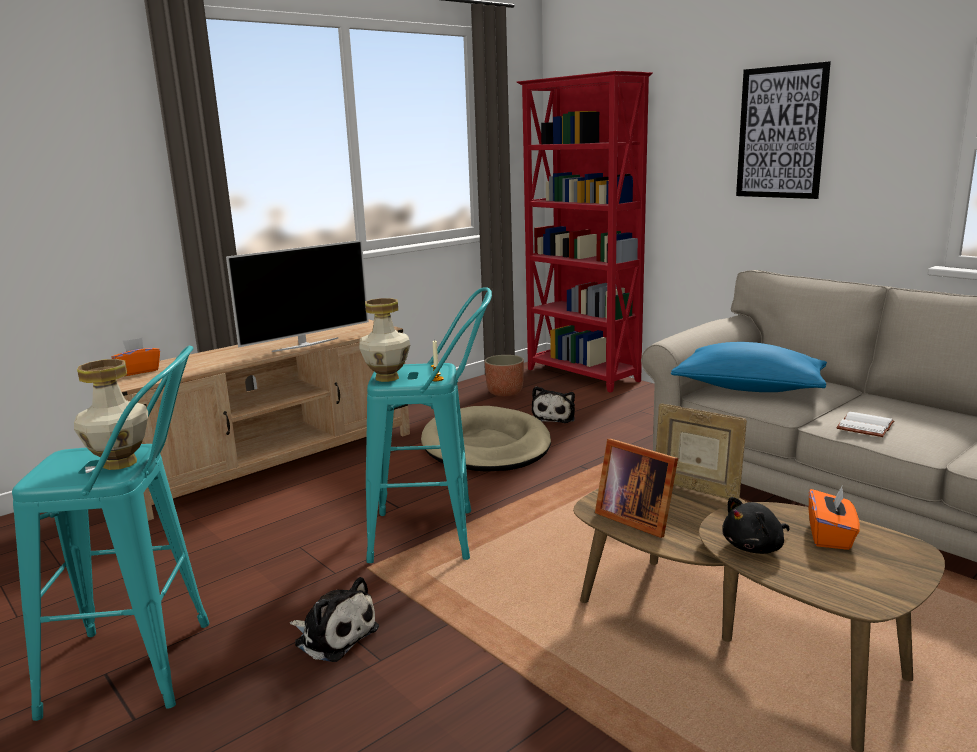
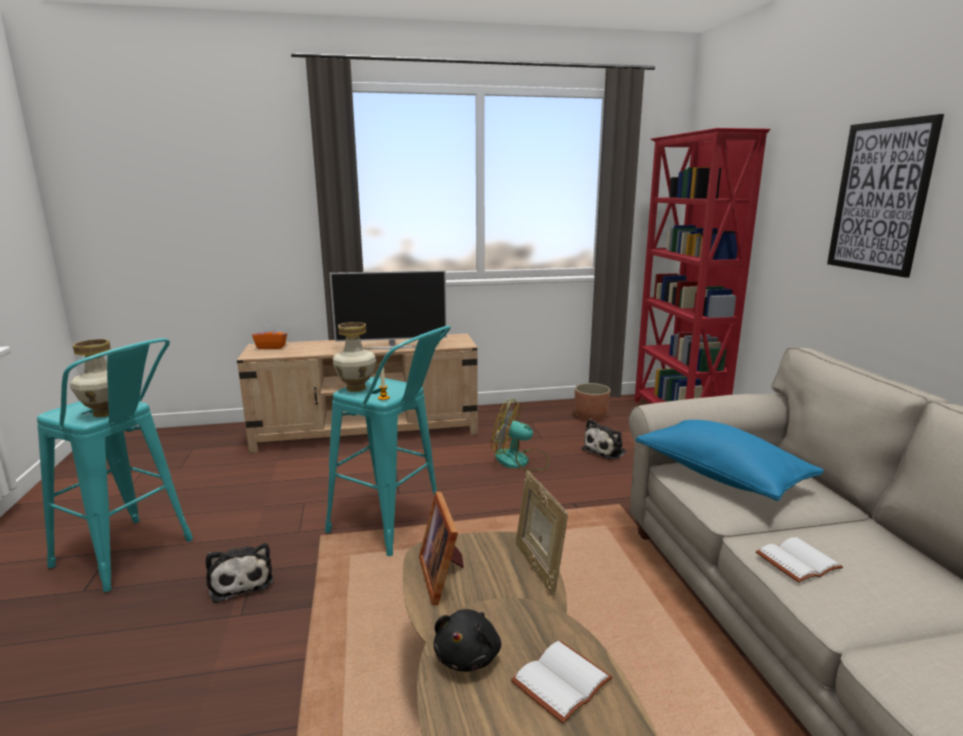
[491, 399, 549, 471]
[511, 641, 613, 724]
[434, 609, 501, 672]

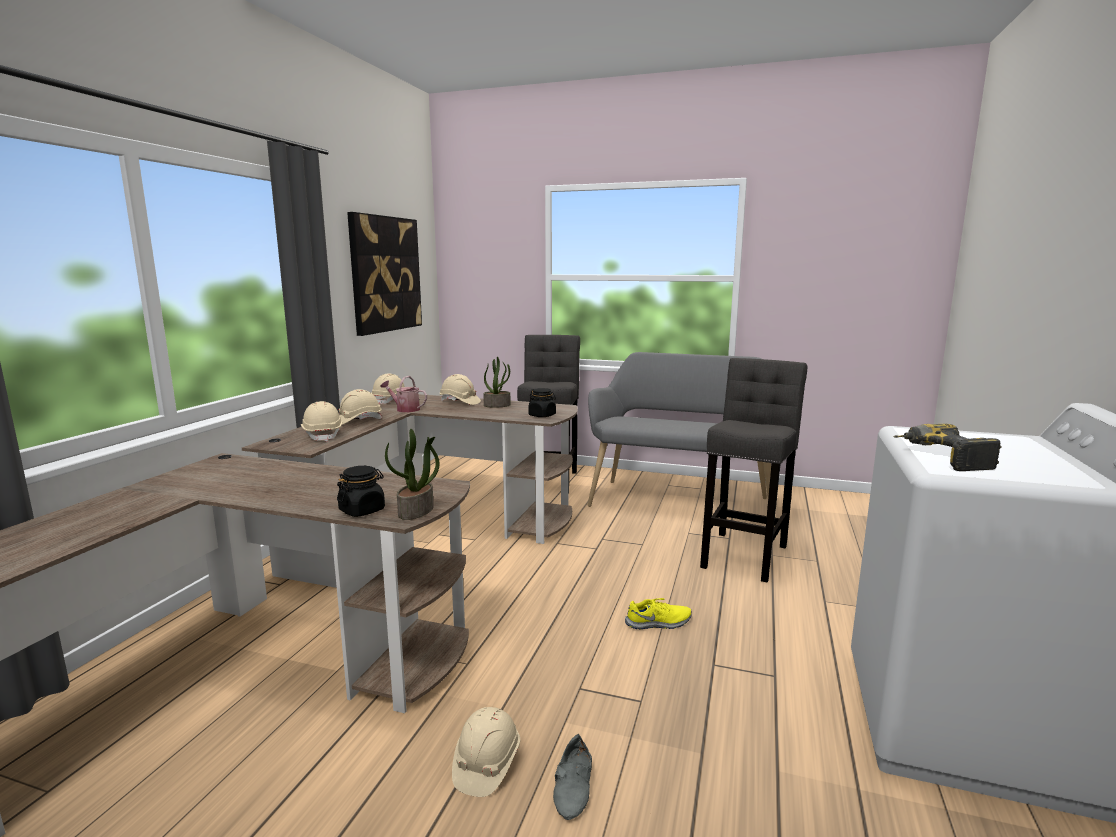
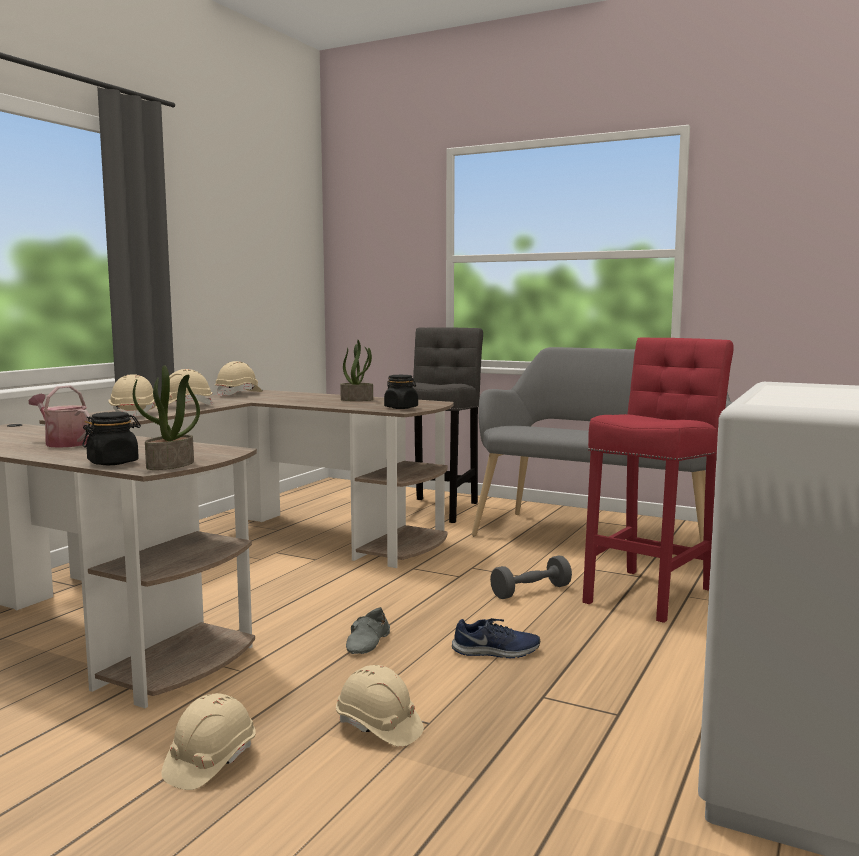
[347, 212, 422, 336] (first image)
[893, 424, 1002, 471] (first image)
[490, 556, 572, 599]
[28, 386, 91, 448]
[336, 665, 424, 747]
[346, 607, 390, 654]
[452, 618, 540, 658]
[582, 337, 734, 623]

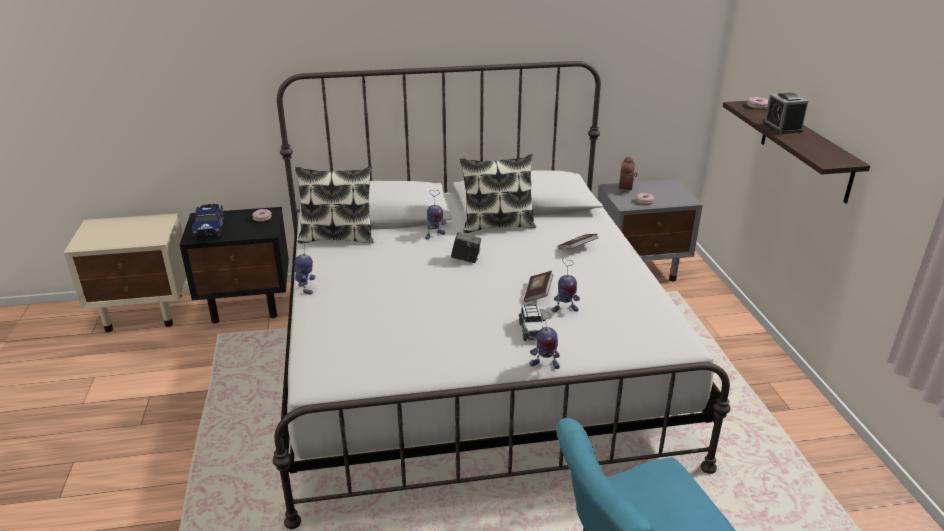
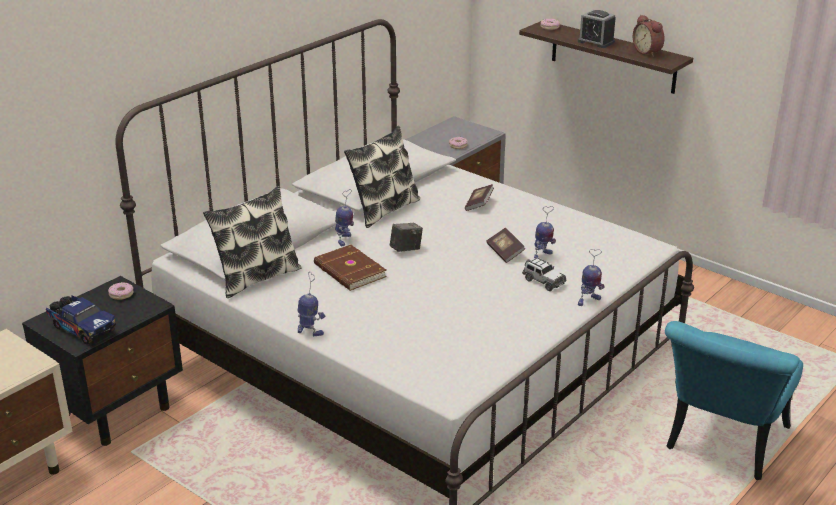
[314, 245, 386, 291]
[633, 15, 664, 57]

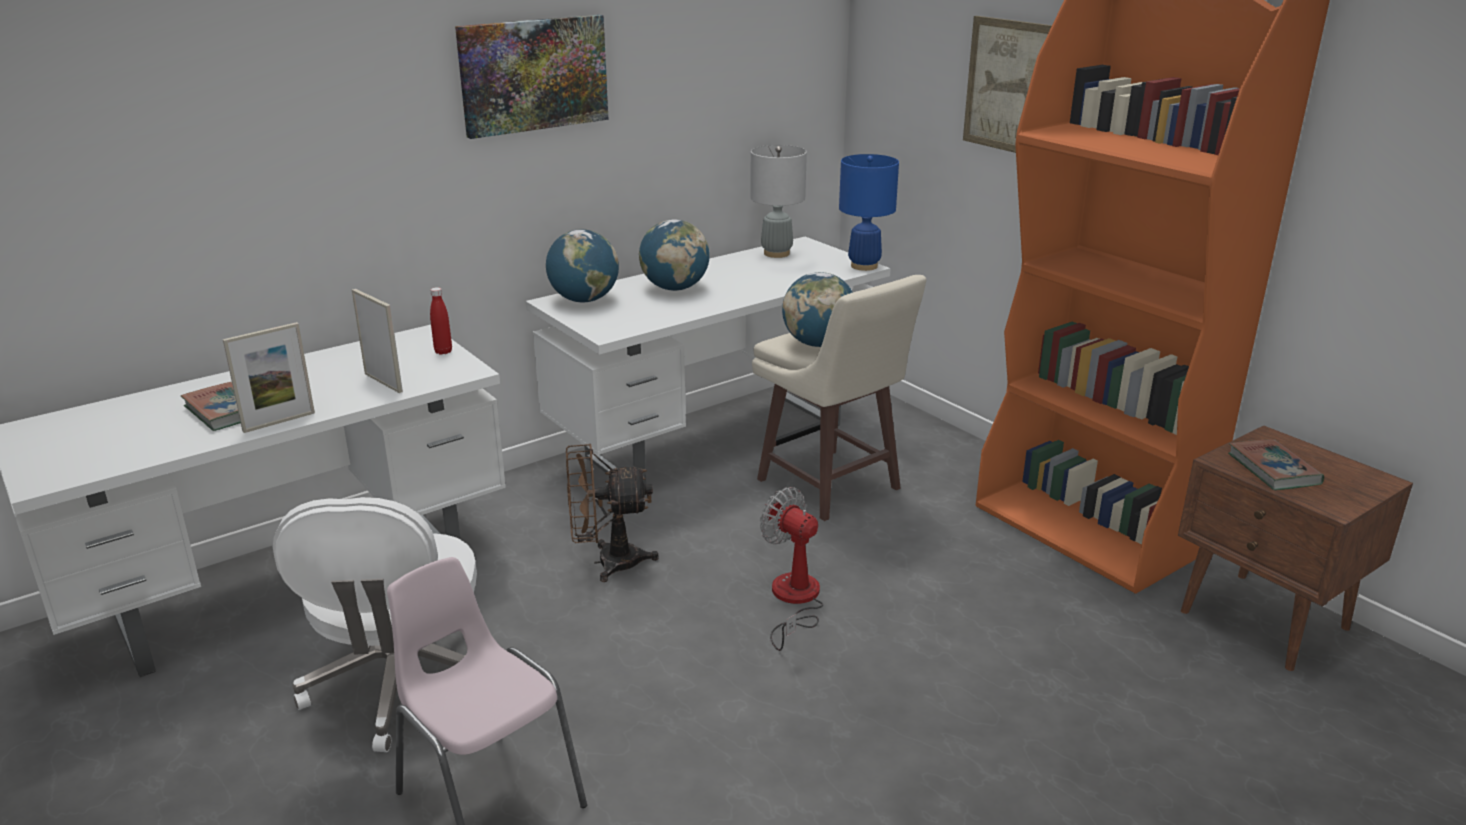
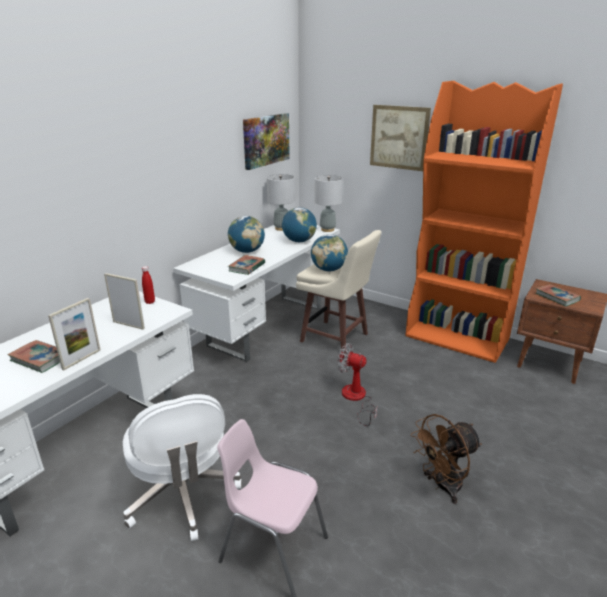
[228, 255, 265, 275]
[243, 113, 290, 170]
[282, 207, 317, 242]
[411, 414, 482, 504]
[314, 175, 343, 232]

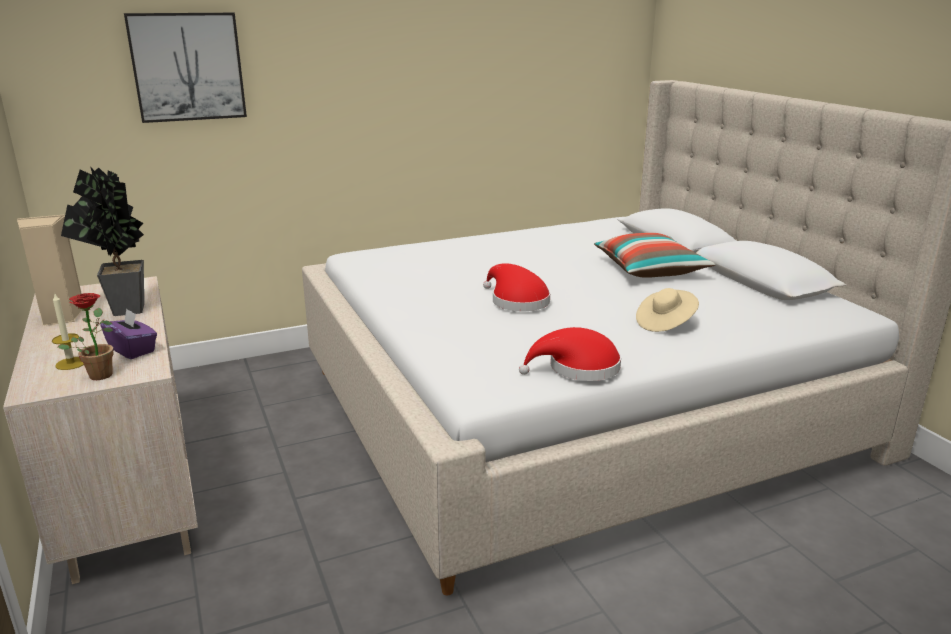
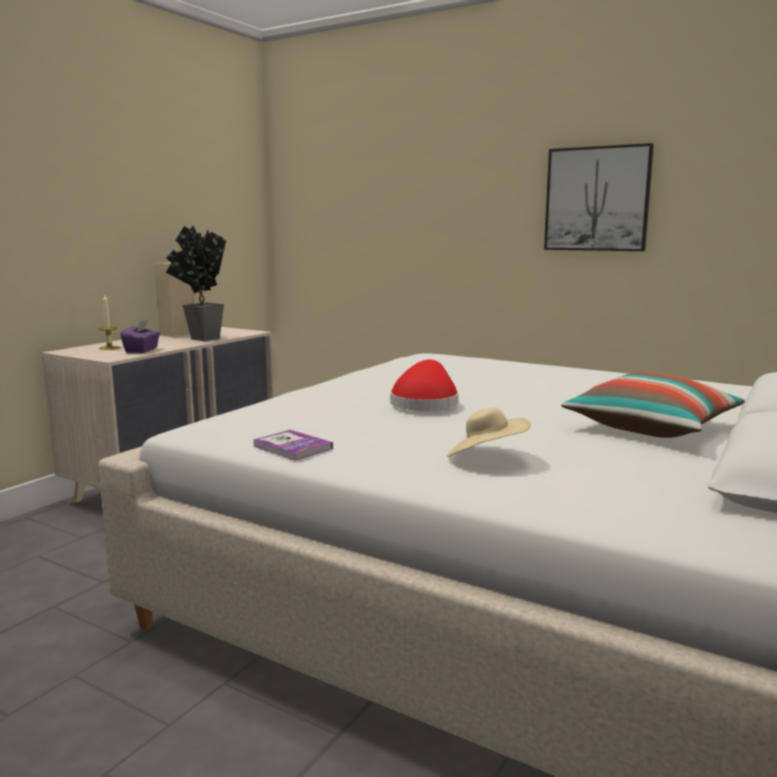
[58, 293, 113, 380] (first image)
[544, 143, 654, 251]
[253, 430, 333, 461]

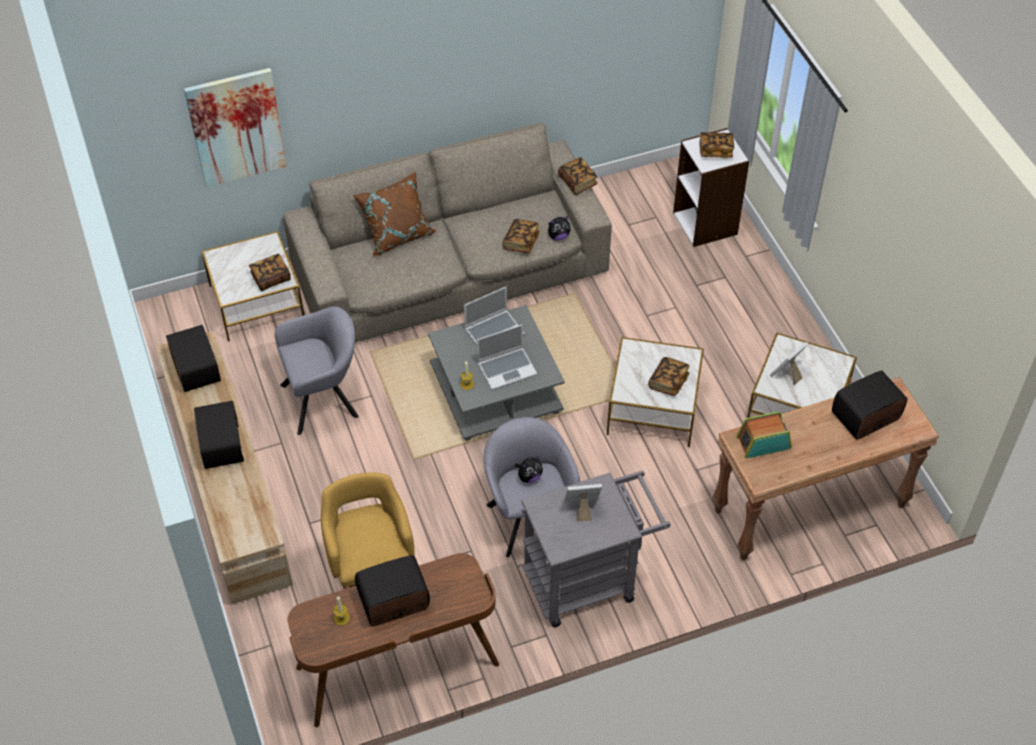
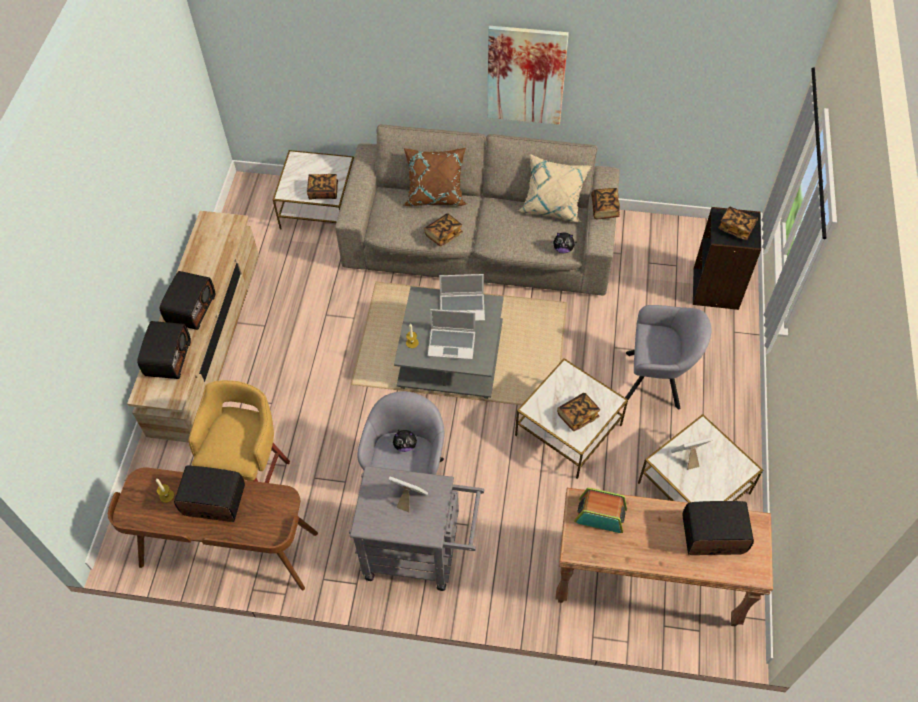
[518, 154, 591, 223]
[137, 321, 191, 379]
[487, 26, 569, 125]
[625, 305, 712, 409]
[424, 213, 463, 247]
[693, 207, 761, 310]

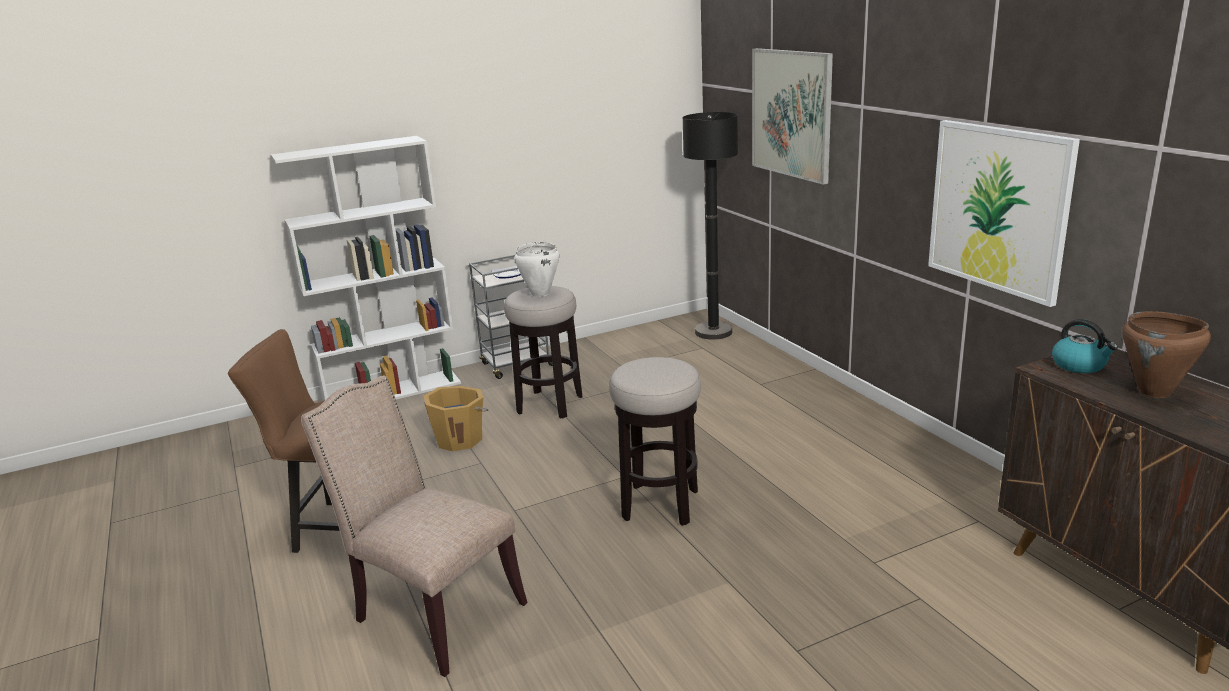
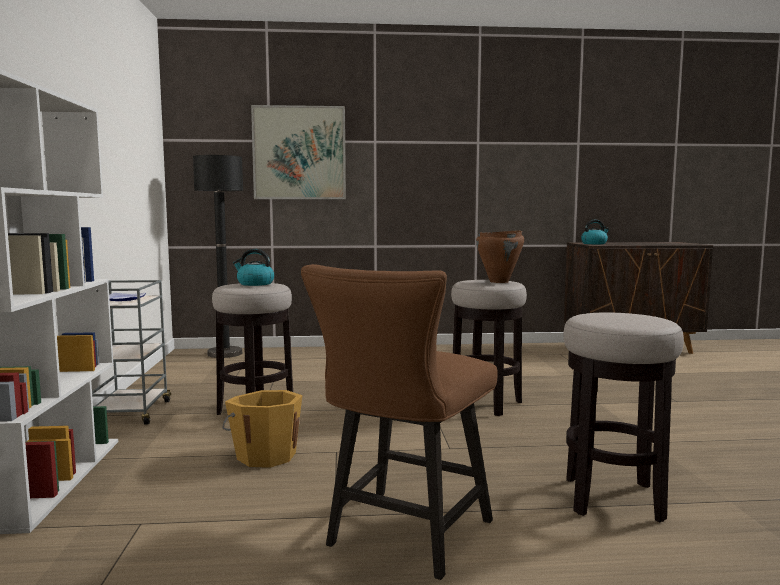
[928, 120, 1080, 307] (first image)
[476, 230, 524, 283]
[564, 312, 684, 522]
[233, 249, 274, 286]

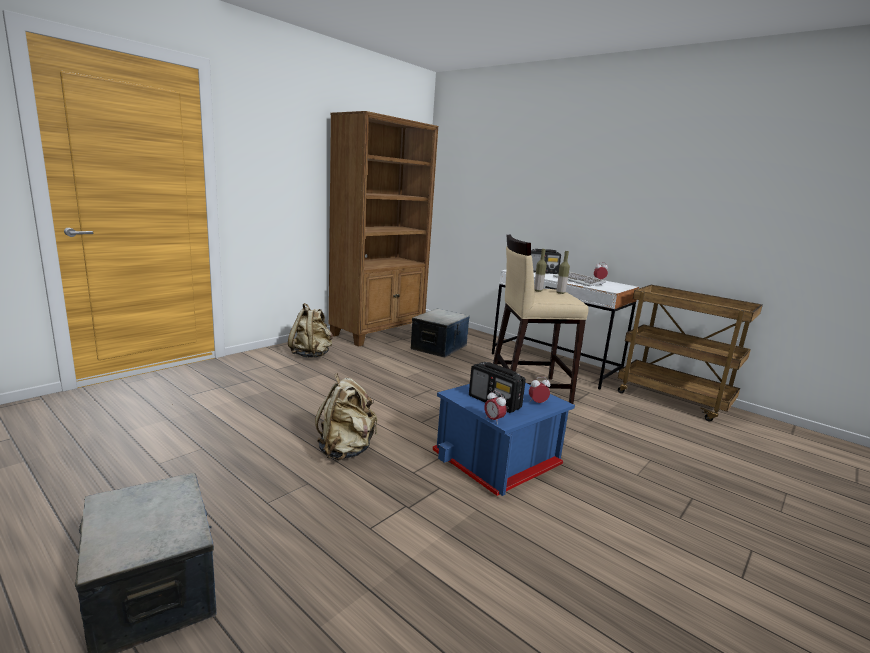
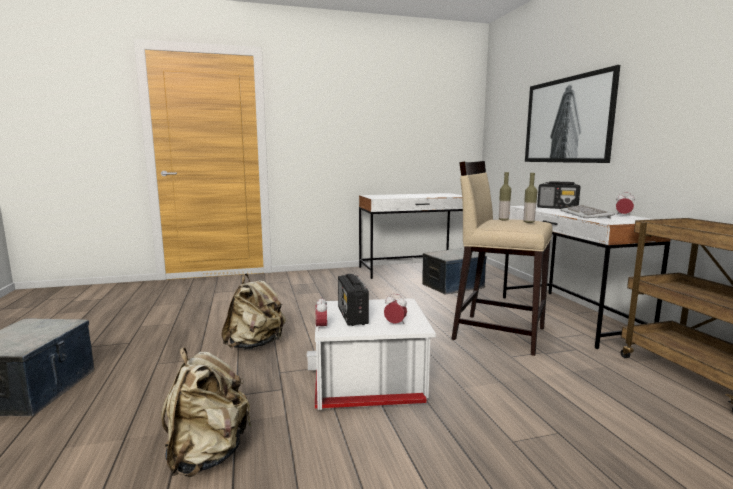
[525, 65, 620, 163]
[161, 347, 251, 477]
[359, 193, 463, 279]
[306, 298, 436, 410]

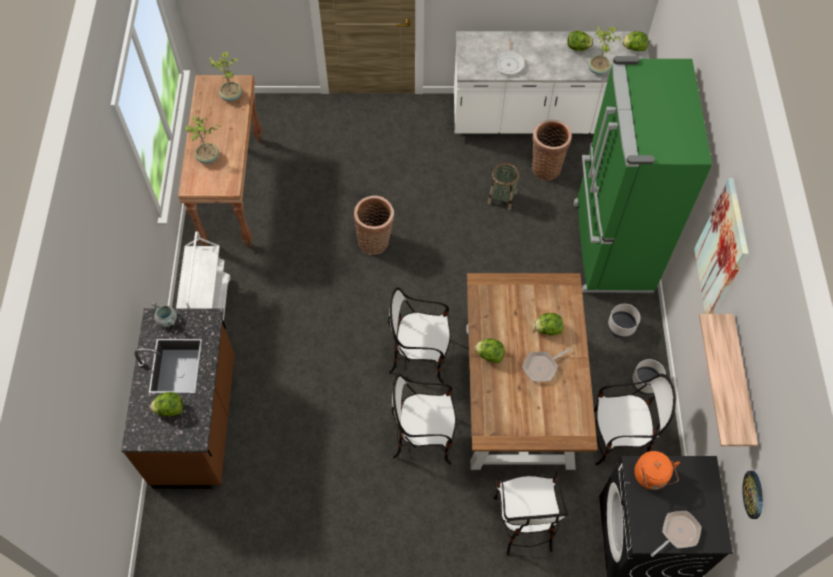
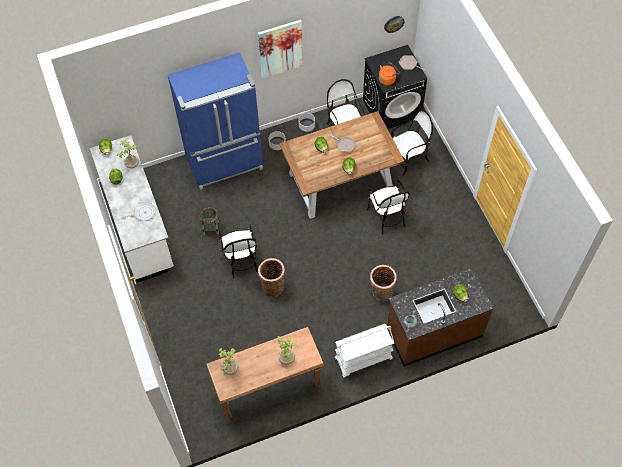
[699, 314, 758, 446] (first image)
[219, 225, 258, 278]
[370, 265, 397, 301]
[168, 52, 263, 190]

